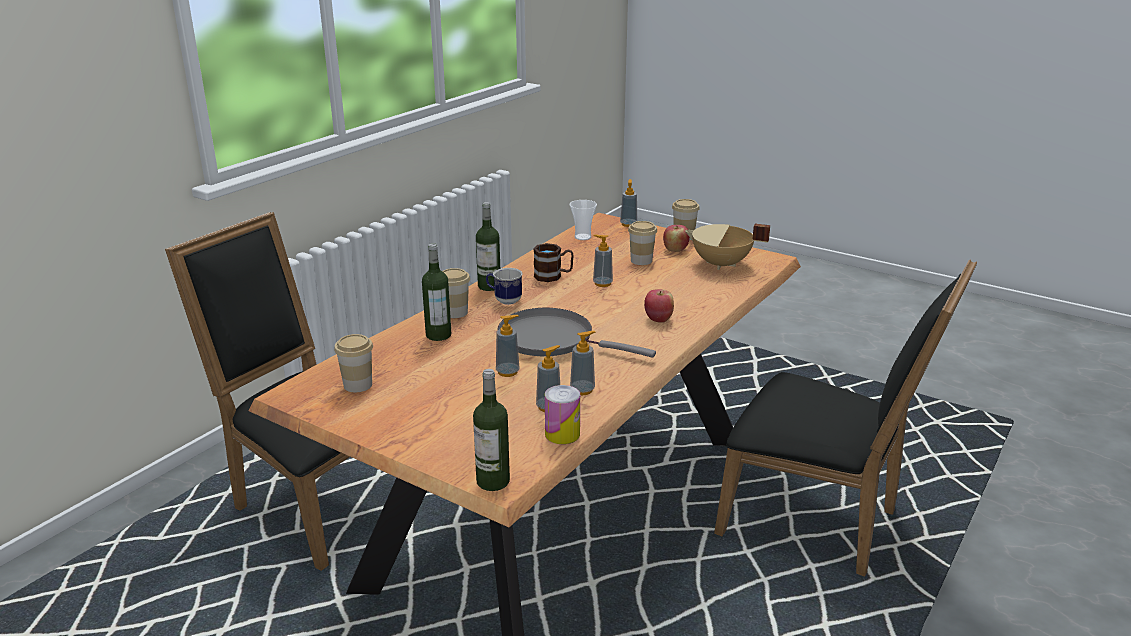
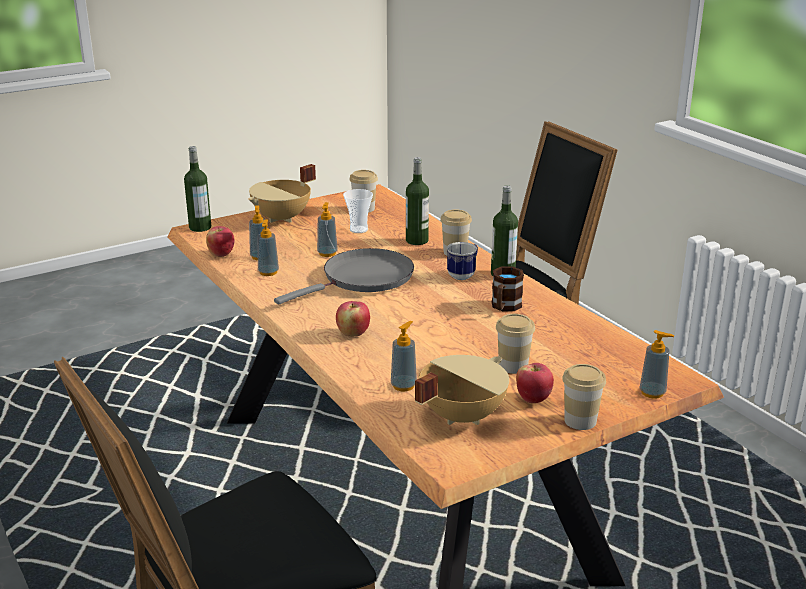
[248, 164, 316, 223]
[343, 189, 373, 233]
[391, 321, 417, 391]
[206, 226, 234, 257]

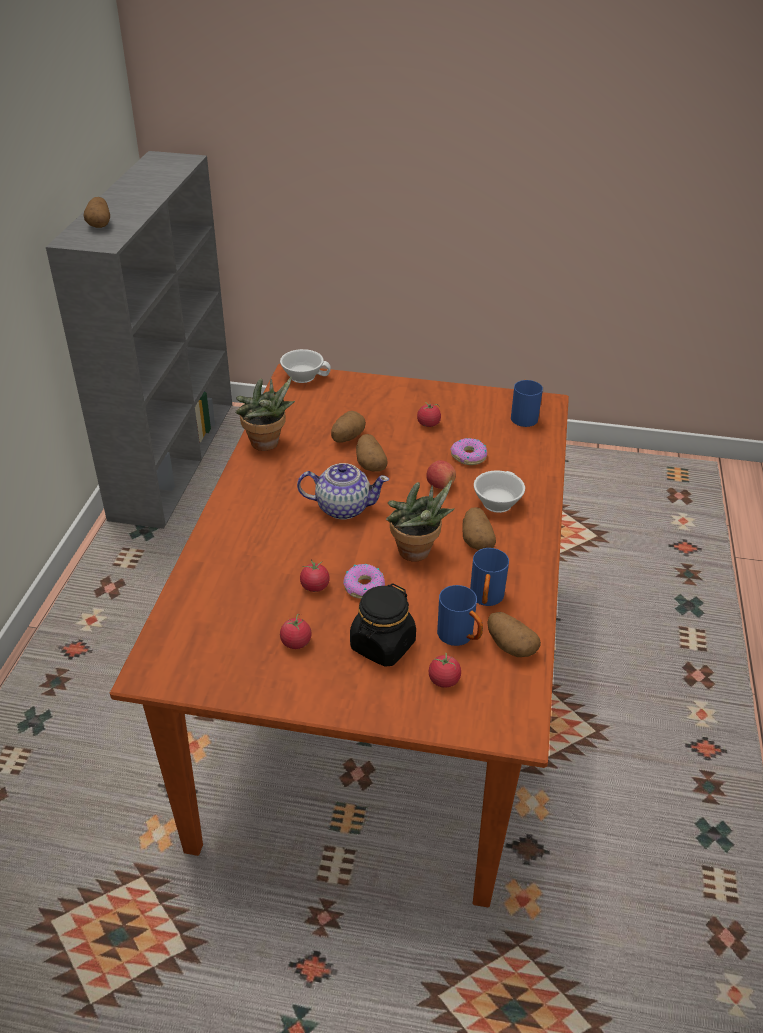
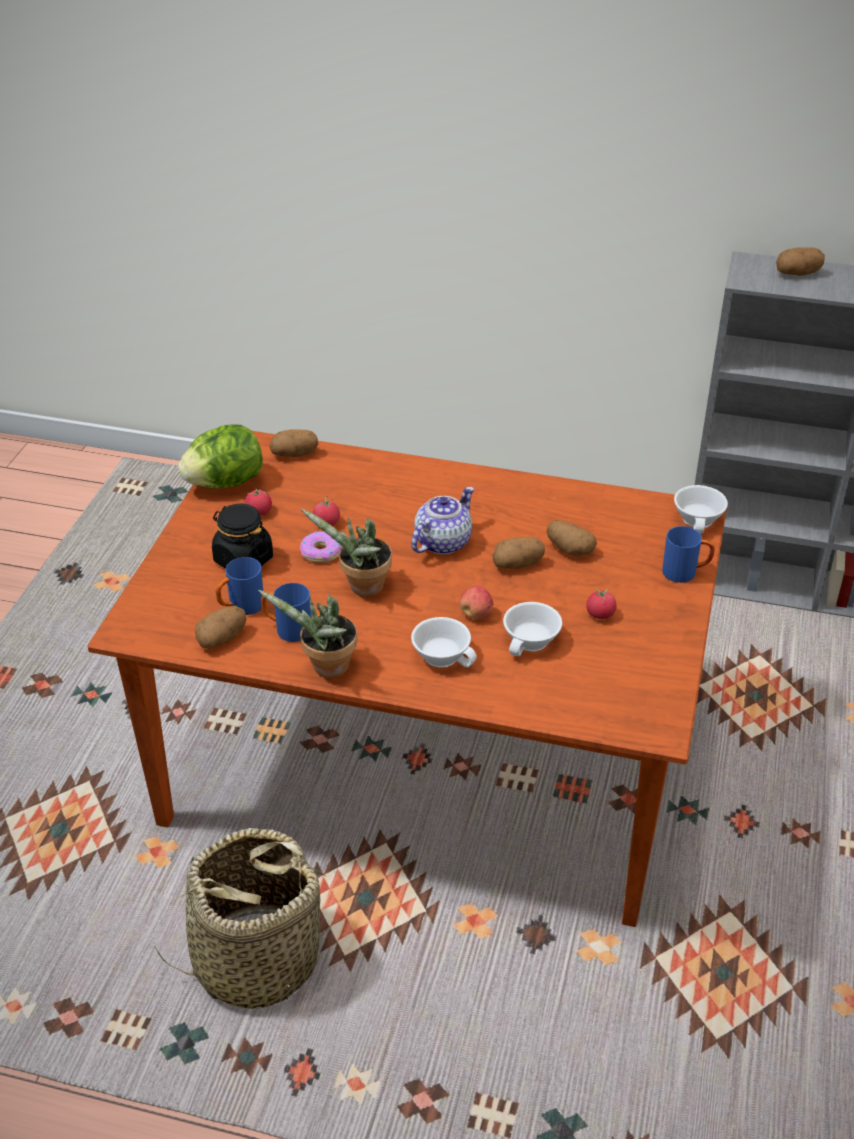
[429, 653, 461, 688] (first image)
[153, 828, 336, 1010]
[178, 424, 263, 488]
[258, 590, 357, 678]
[270, 429, 318, 457]
[662, 526, 715, 583]
[503, 602, 562, 656]
[411, 487, 474, 554]

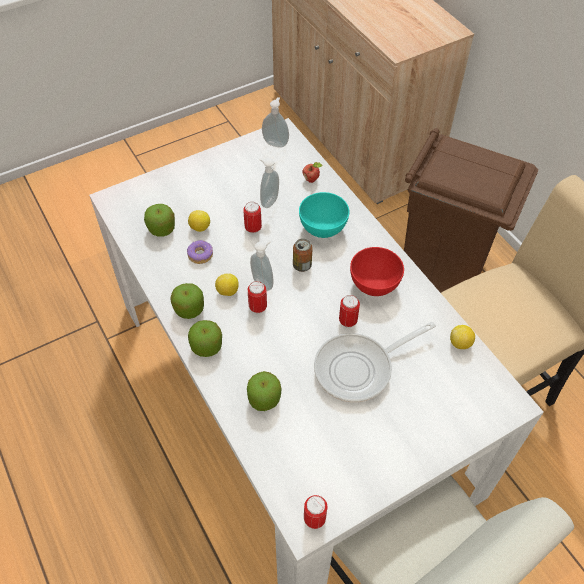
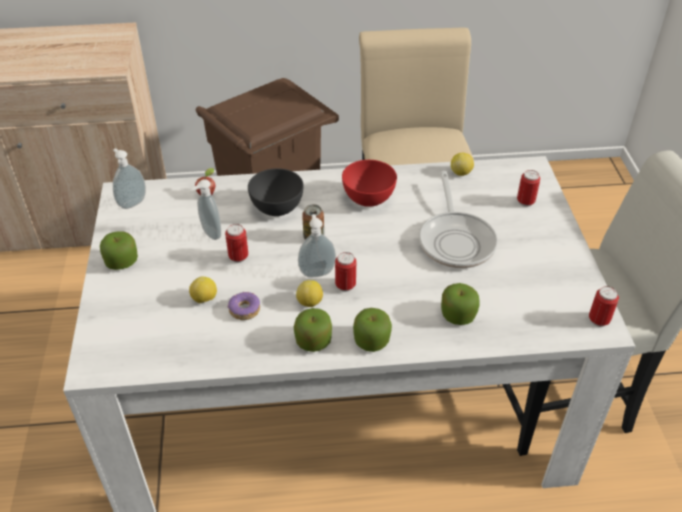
[100, 231, 138, 270]
[517, 170, 540, 207]
[248, 168, 304, 216]

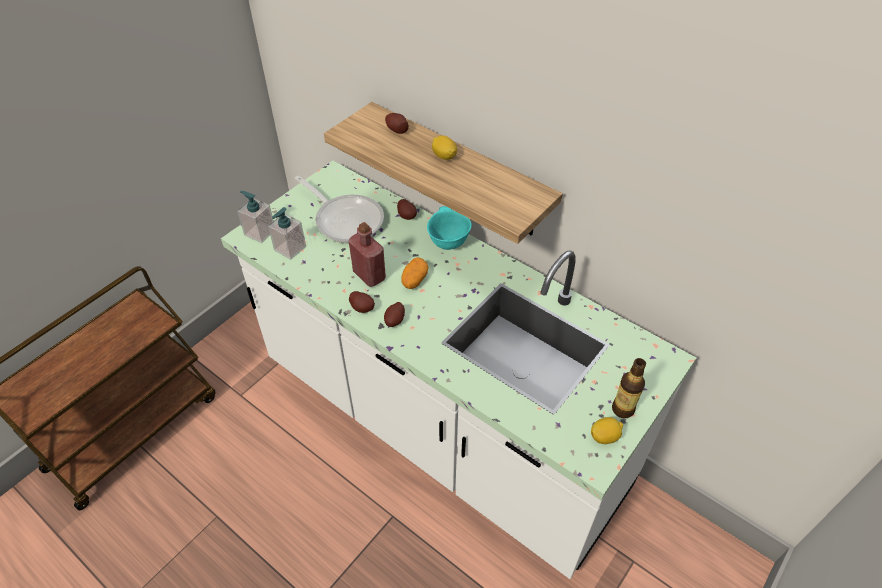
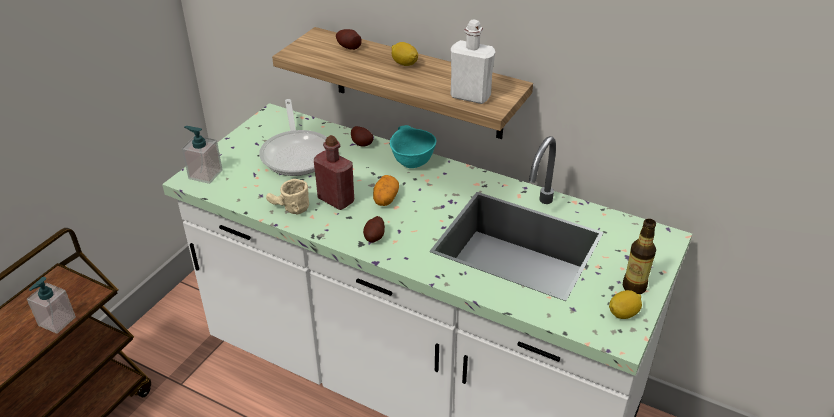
[349, 291, 375, 313] (first image)
[266, 179, 309, 215]
[451, 19, 495, 104]
[27, 277, 76, 334]
[259, 99, 327, 176]

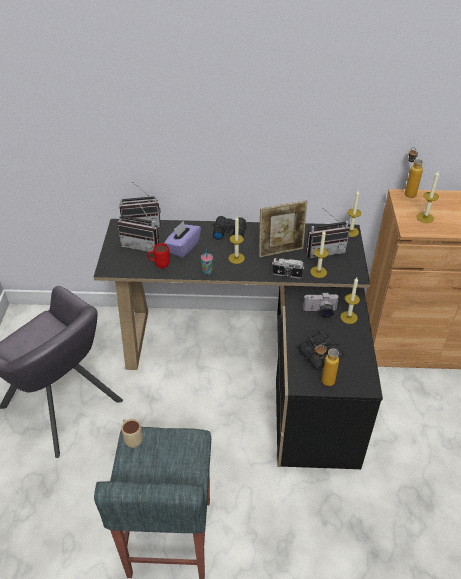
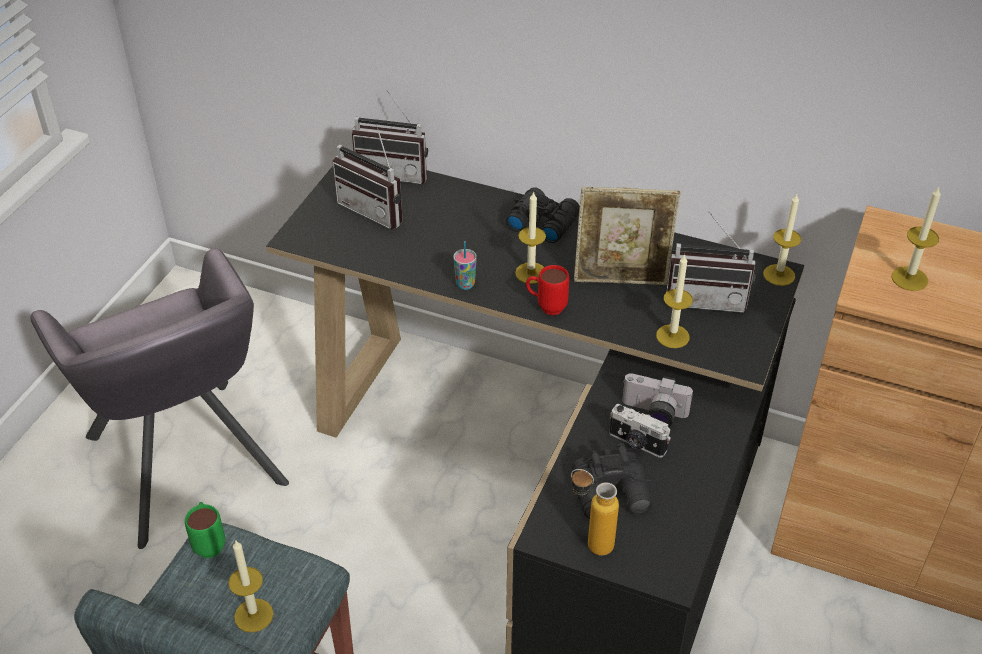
[164, 221, 201, 258] (first image)
[405, 147, 423, 198] (first image)
[526, 265, 569, 315]
[610, 404, 671, 458]
[228, 541, 273, 633]
[185, 502, 225, 558]

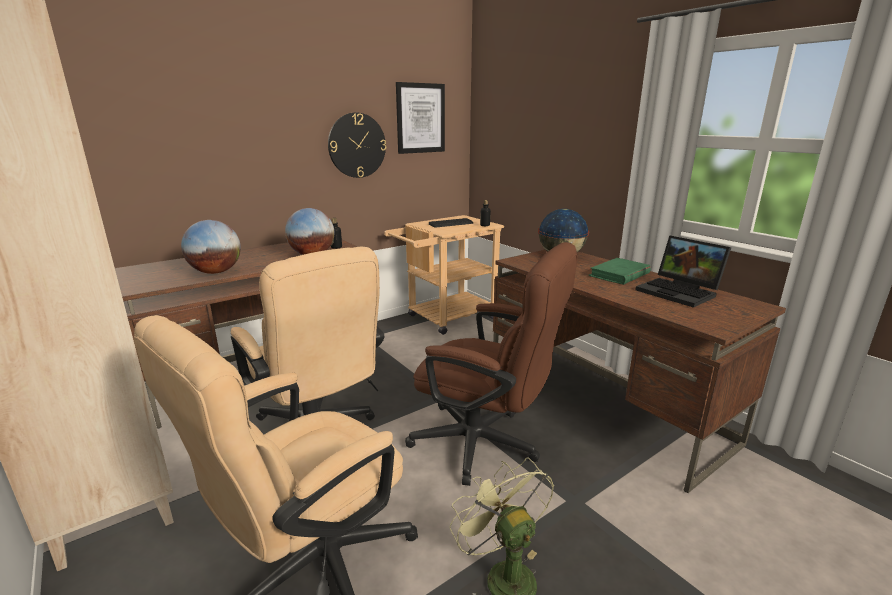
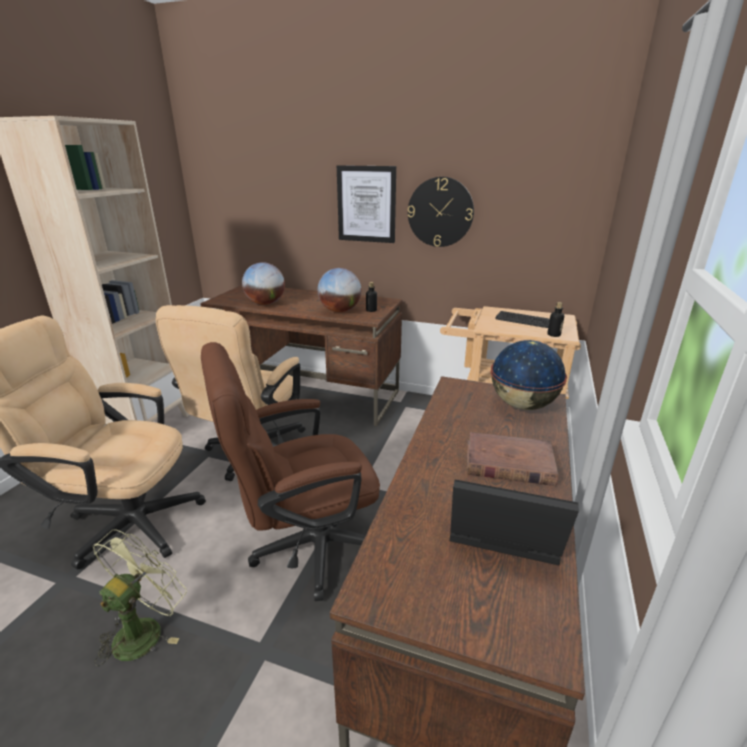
[337, 165, 396, 243]
[467, 432, 558, 486]
[201, 342, 380, 601]
[450, 480, 579, 565]

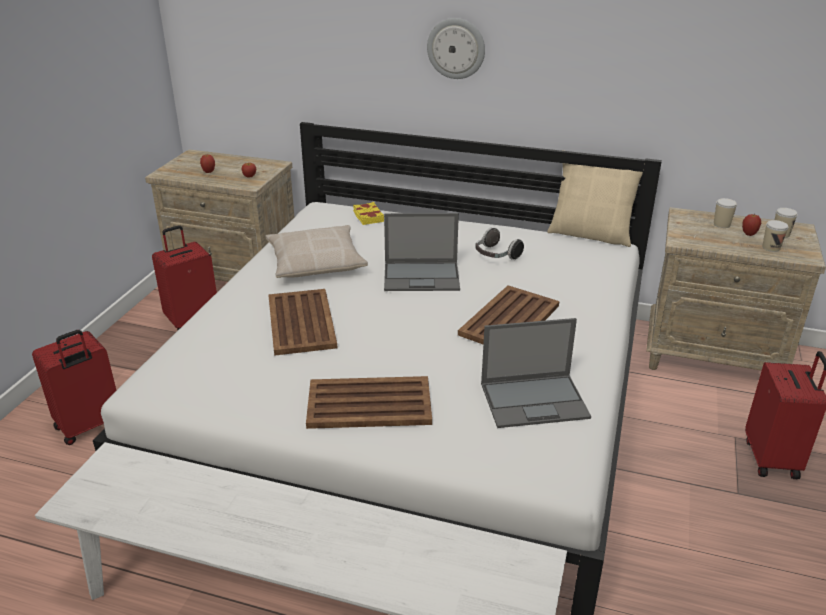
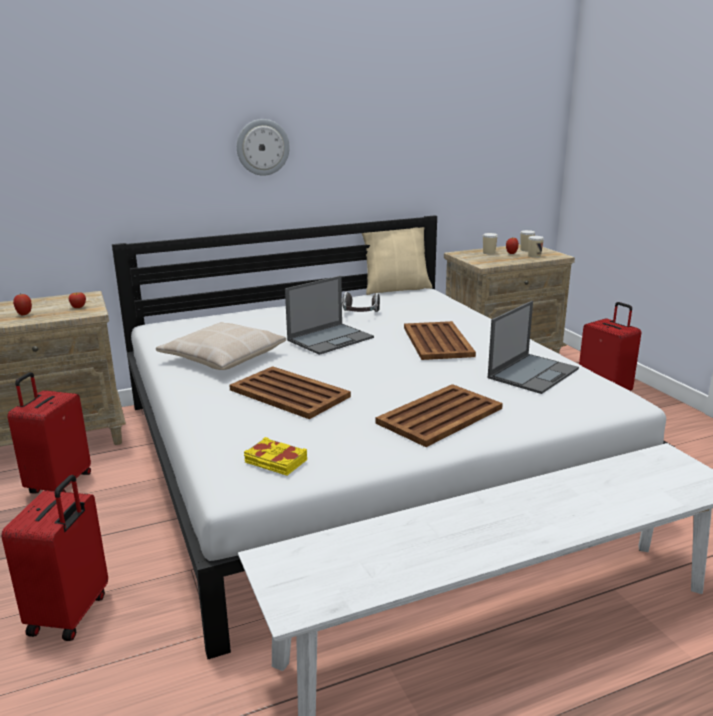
[244, 437, 307, 476]

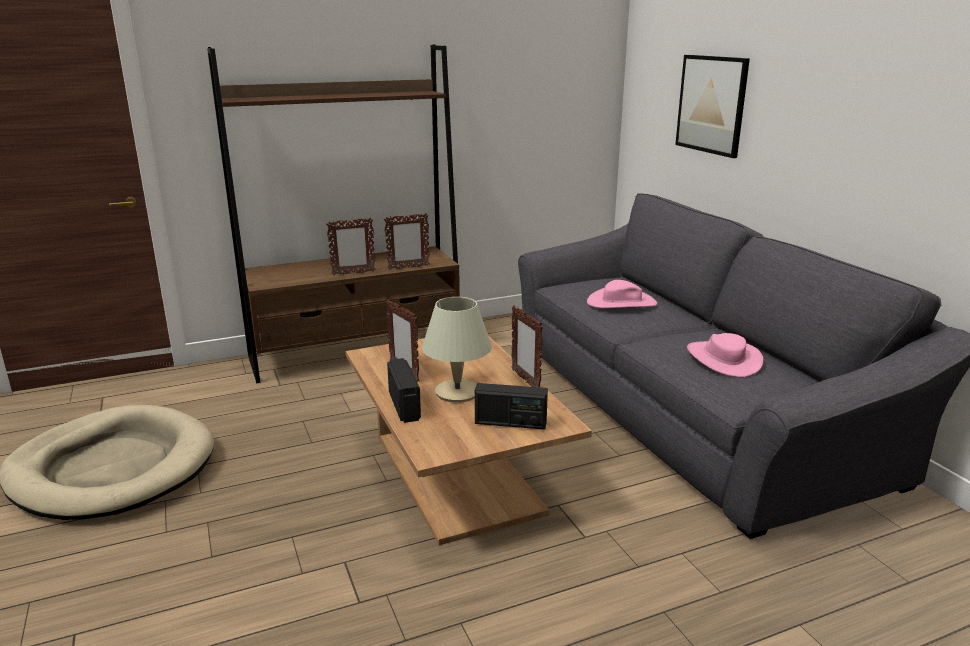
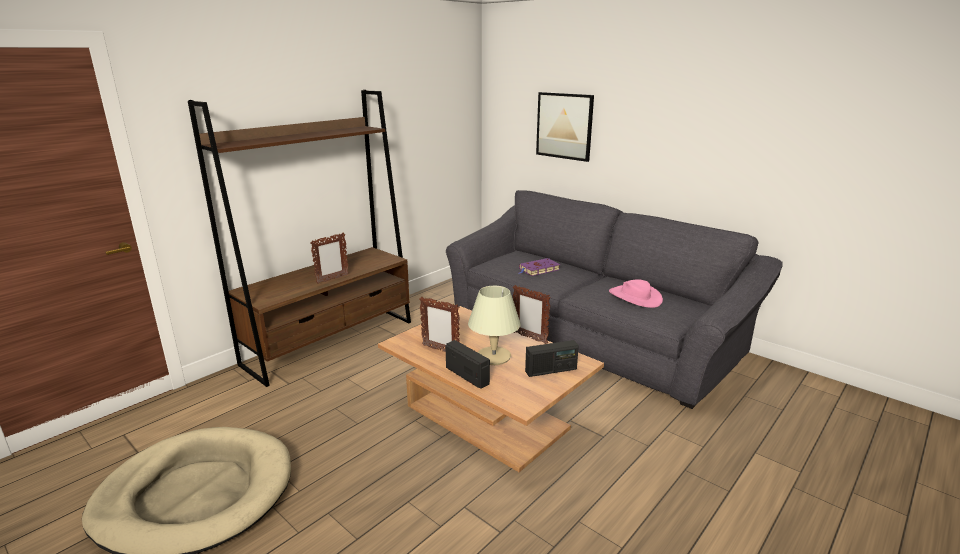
[384, 213, 430, 270] (first image)
[519, 258, 560, 276]

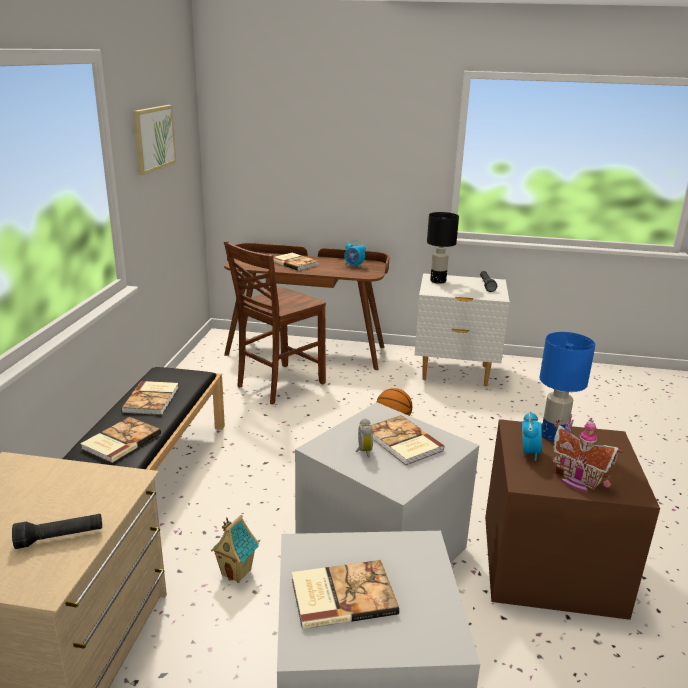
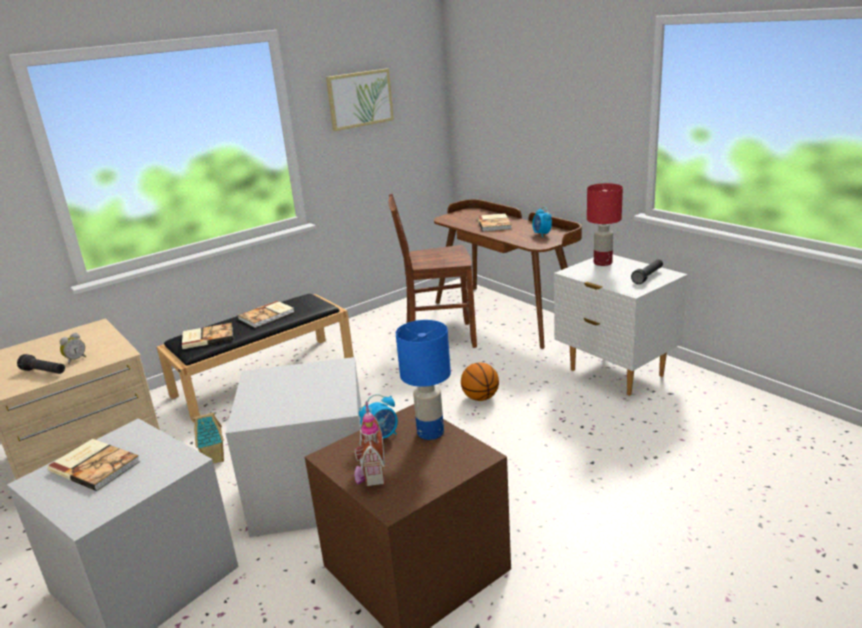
[371, 415, 445, 465] (first image)
[60, 333, 86, 364]
[587, 183, 623, 266]

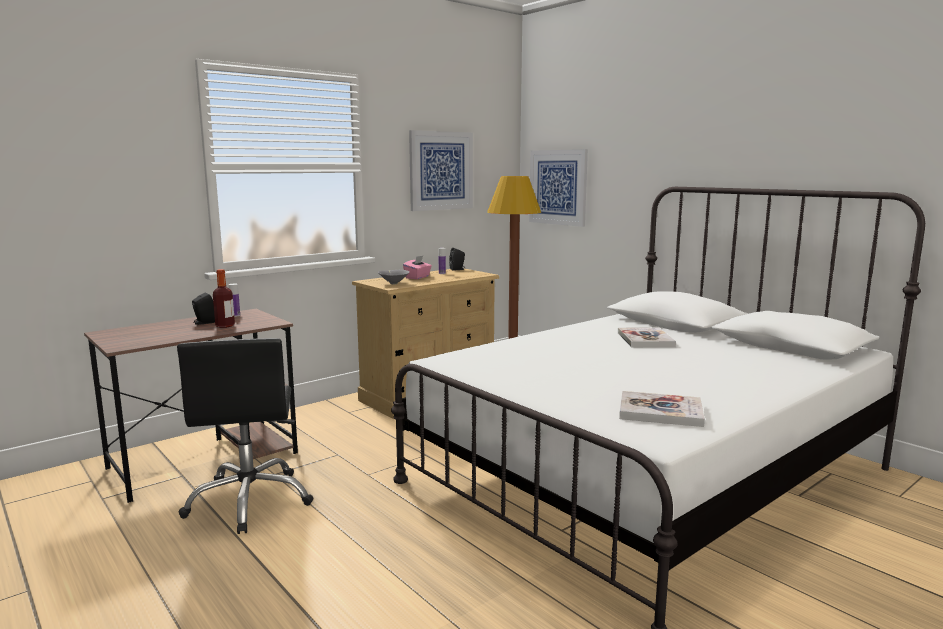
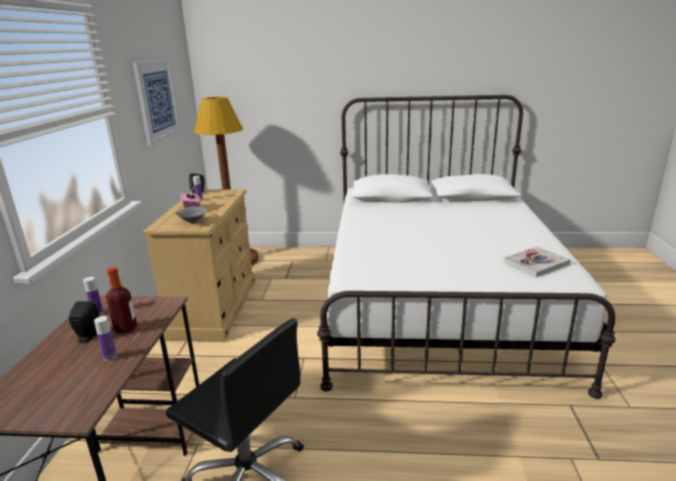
[529, 149, 588, 227] (first image)
[618, 327, 676, 347] (first image)
[94, 316, 117, 361]

